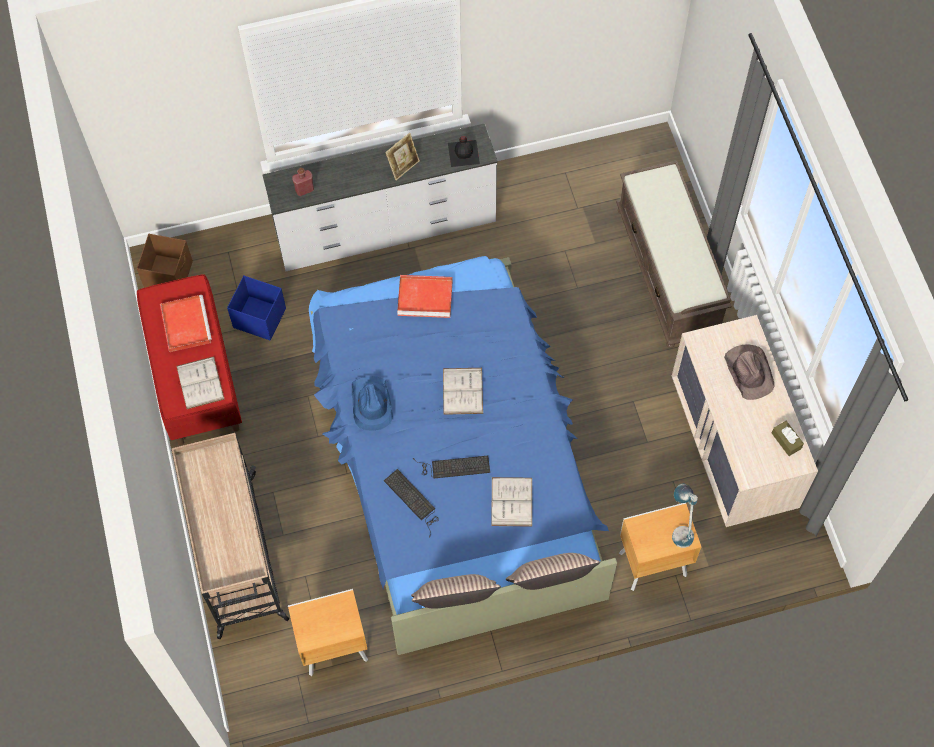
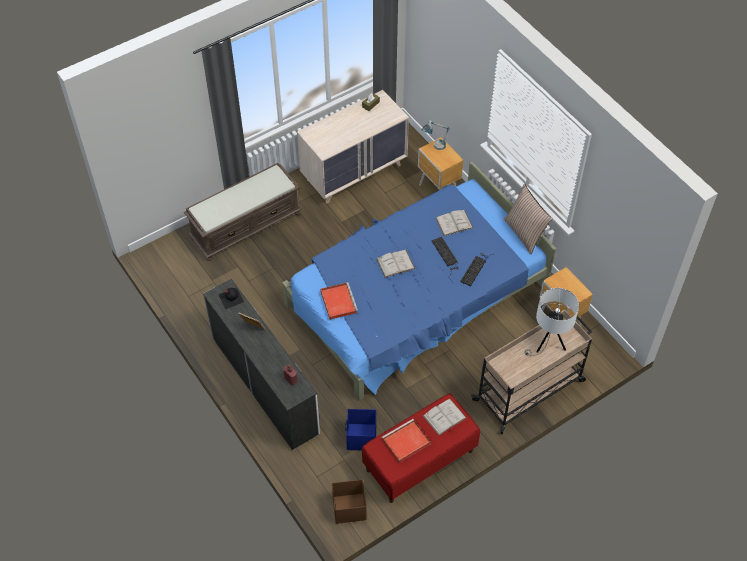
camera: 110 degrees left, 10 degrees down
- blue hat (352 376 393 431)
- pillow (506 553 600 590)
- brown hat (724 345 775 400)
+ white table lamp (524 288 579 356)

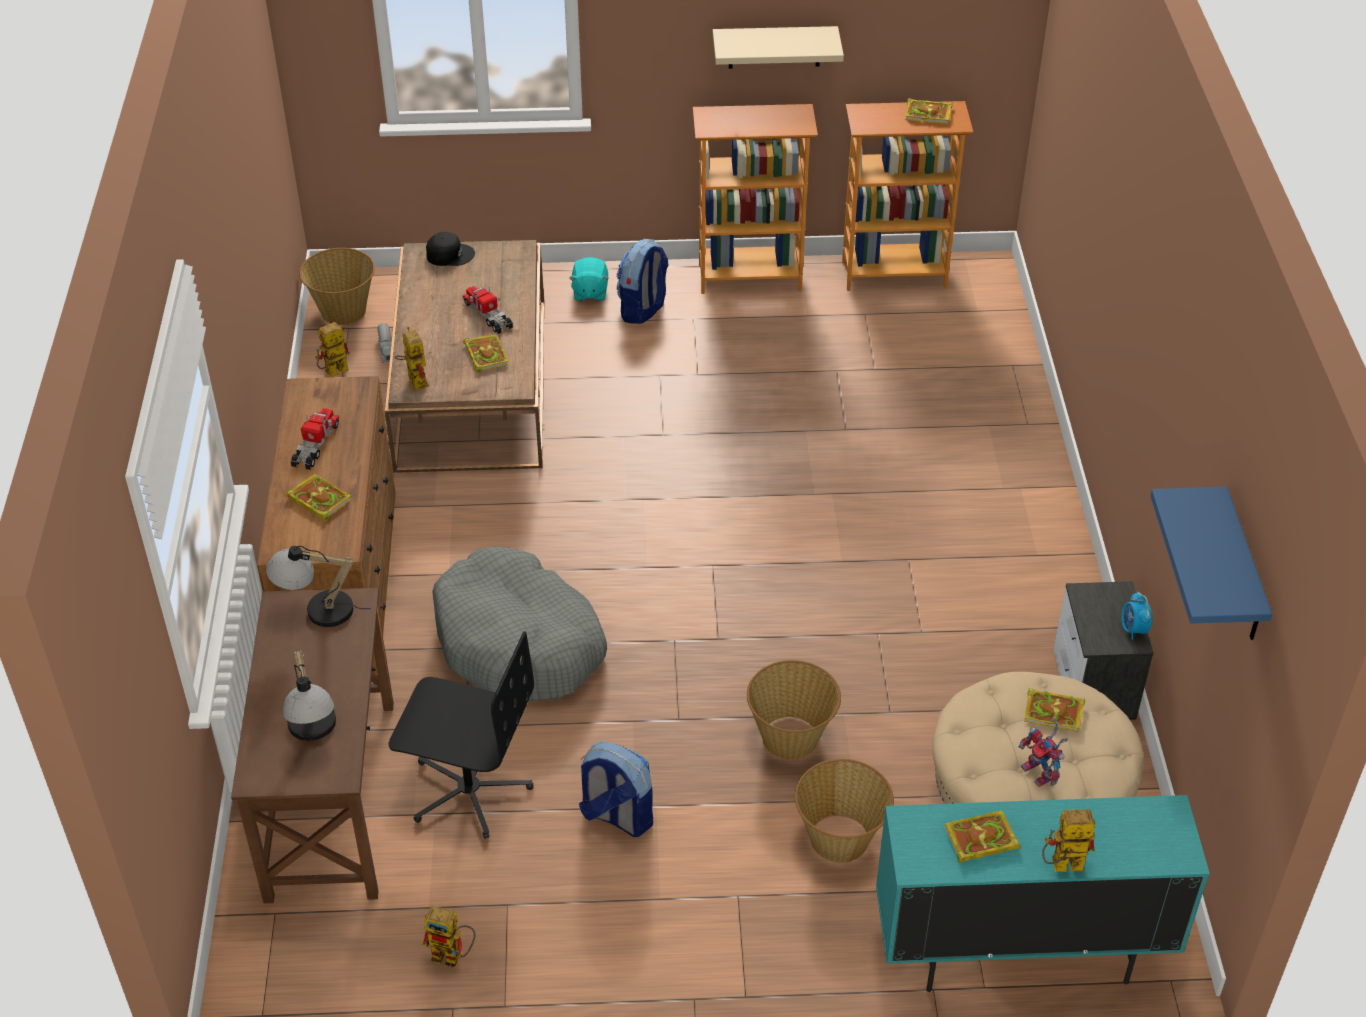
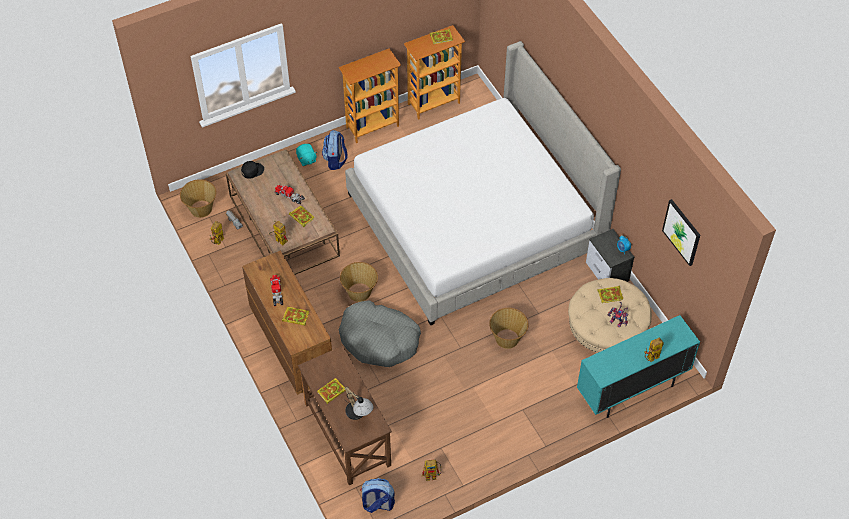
camera: 25 degrees left, 10 degrees up
- table lamp (266 546 371 627)
- black office chair (389 631 534 839)
~ backpack (579 742 653 837) to (360 478 395 513)
- beige shelf (713 26 844 69)
~ basket (795 759 894 863) to (340 262 378 302)
~ book (944 810 1020 863) to (317 378 346 404)
~ blue shelf (1150 487 1272 640) to picture (662 199 700 266)
+ bed (345 41 621 326)

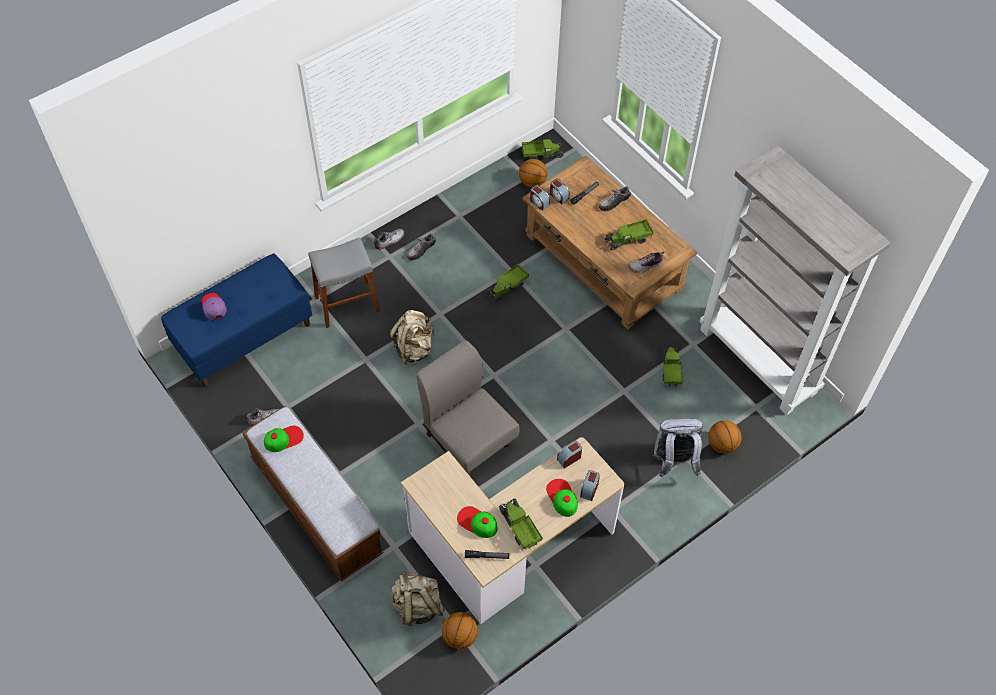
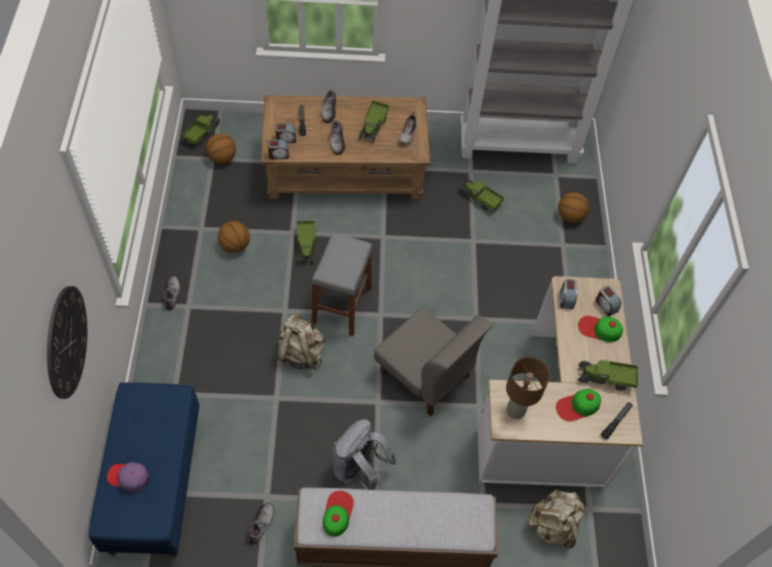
camera: 55 degrees left, 0 degrees up
~ grey stool (308 237 380 328) to (311 233 373 336)
~ shoe (407 233 436 260) to (329 120 345 155)
~ grey chair (416 340 519 476) = (374 307 492 416) 135 degrees counterclockwise
~ basketball (442 612 478 649) to (218 221 250 253)
~ grey backpack (653 419 703 477) to (333 419 396 490)
+ wall clock (47 286 87 399)
+ brown table lamp (506 357 550 419)

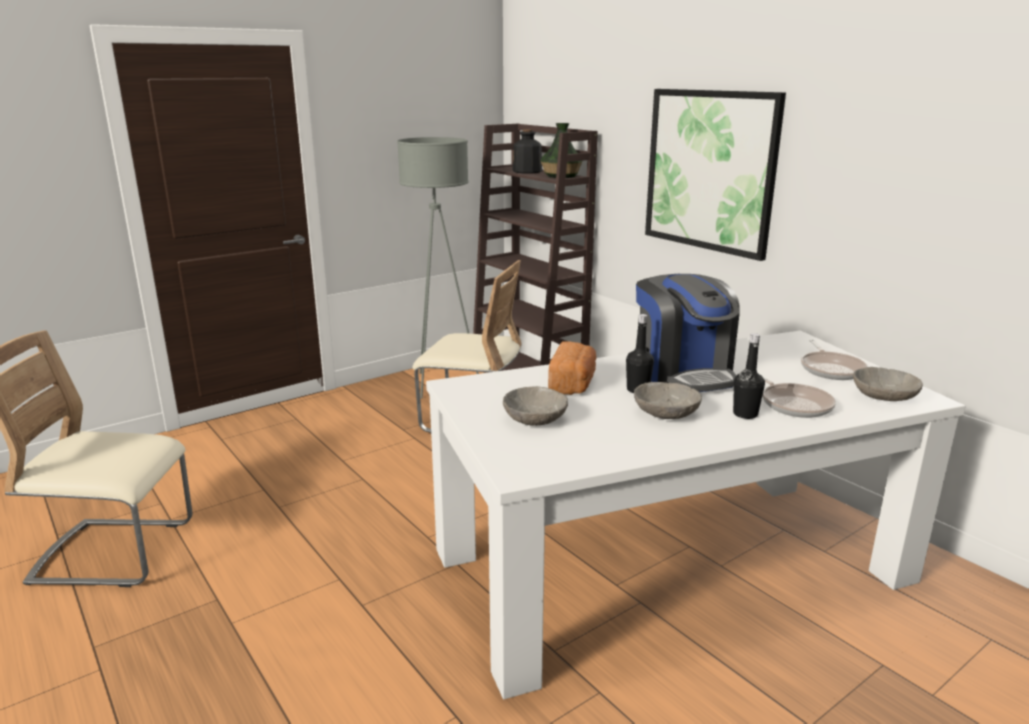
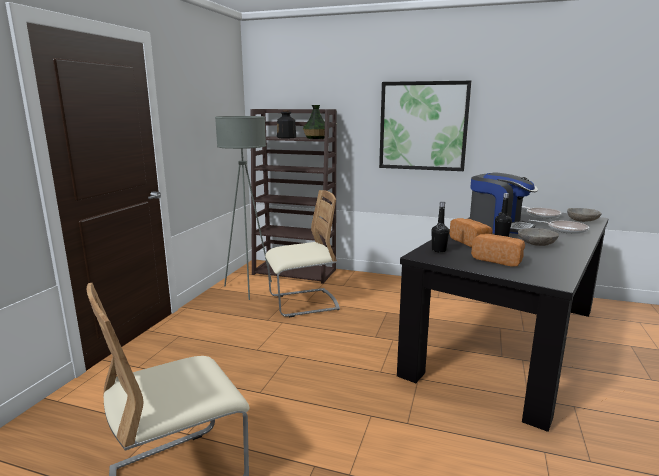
camera: 35 degrees left, 5 degrees down
~ white dining table (426 331 966 699) to black dining table (397 208 609 432)
~ grey bowl (503 386 568 426) to bread (471 234 525 267)
~ black bottle (733 333 765 419) to (432 201 449 253)

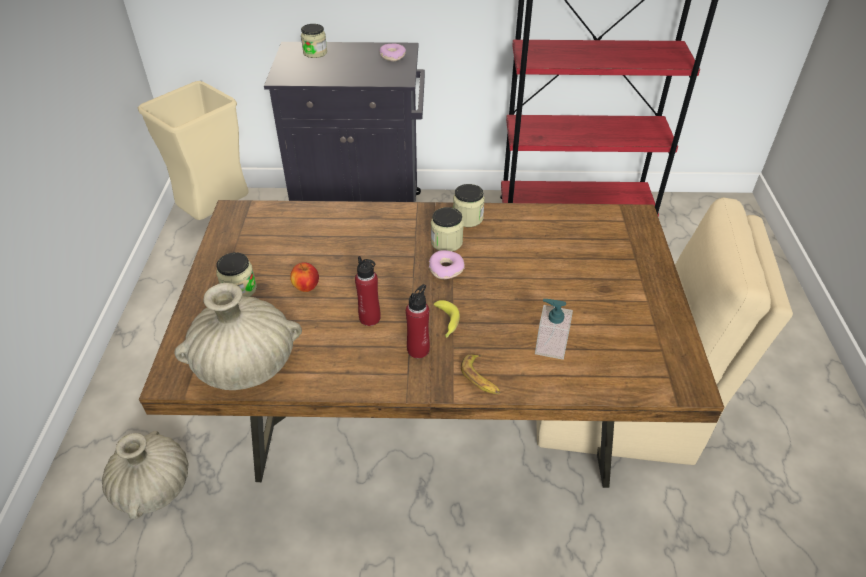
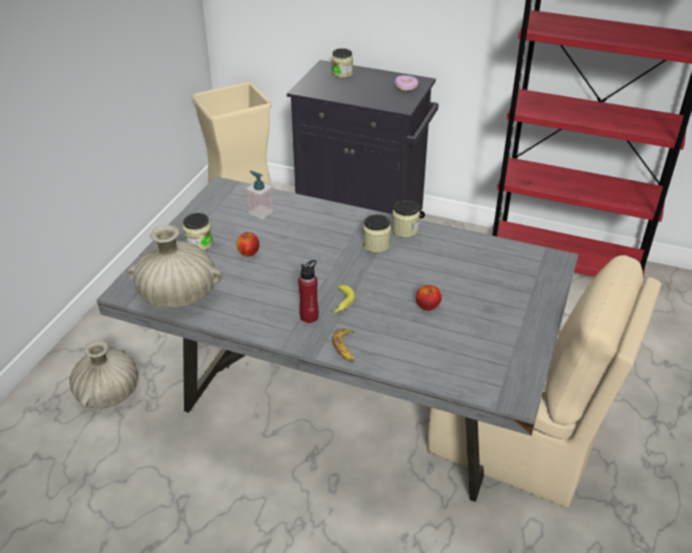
camera: 20 degrees right, 5 degrees down
~ brown dining table (139 200 725 488) to grey dining table (97 176 578 502)
- red bottle (355 256 381 326)
- donut (429 250 465 279)
~ soap dispenser (535 299 573 360) to (245 171 275 220)
+ apple (416 285 442 311)

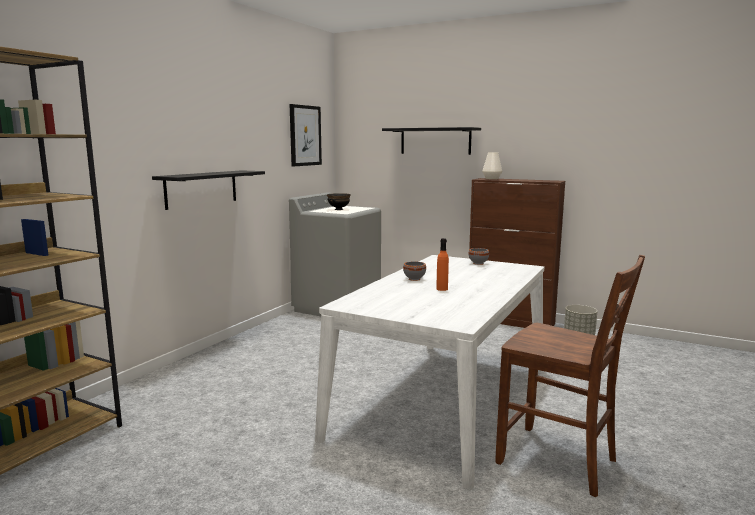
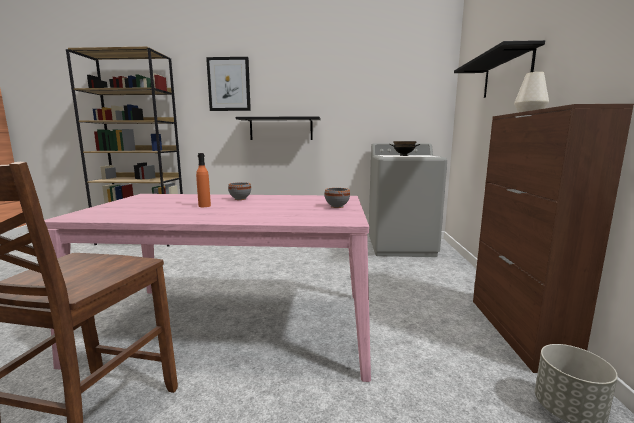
camera: 65 degrees right, 0 degrees up
~ picture (290 104 322 166) to (206 57 251 111)
~ white dining table (315 255 544 490) to pink dining table (44 194 371 382)

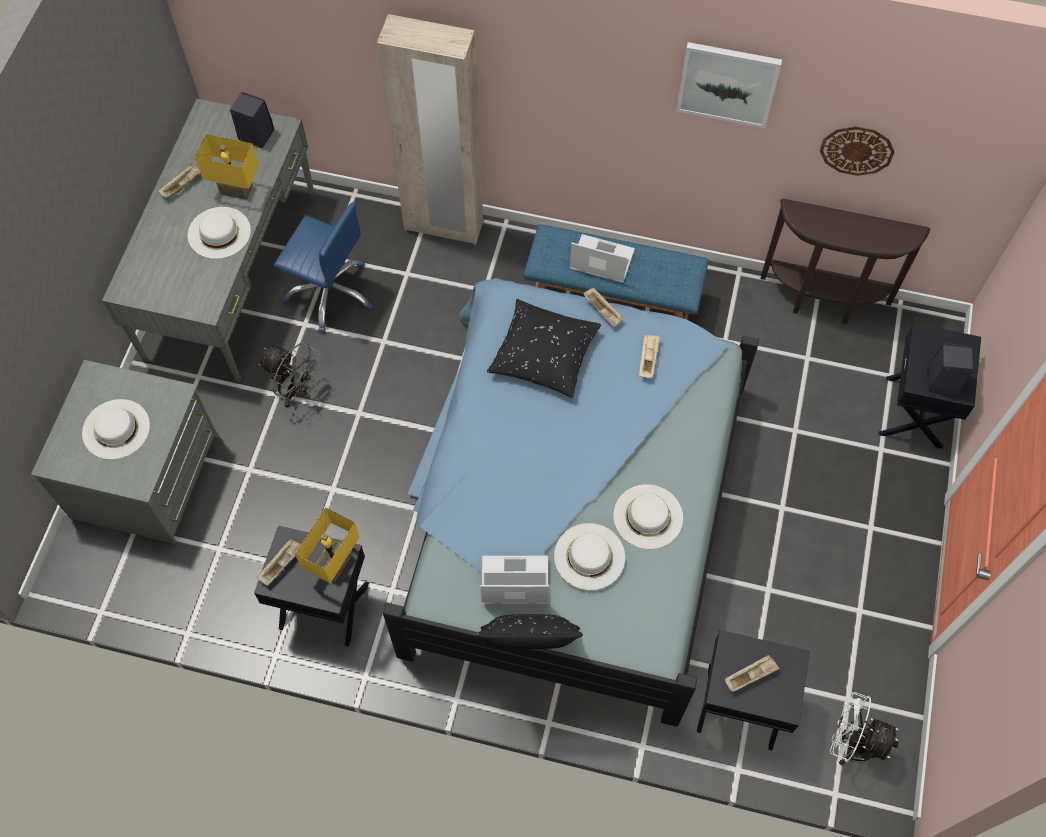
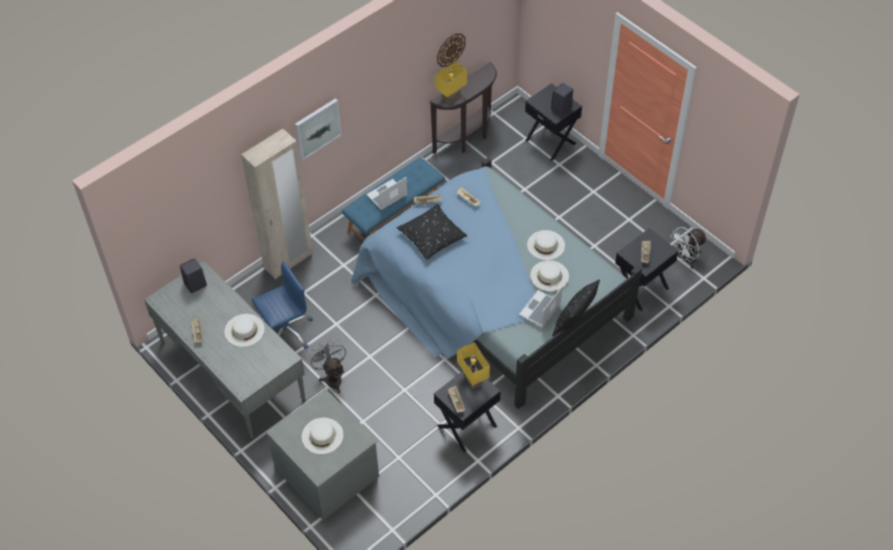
camera: 55 degrees left, 10 degrees down
~ yellow table lamp (195 134 259 200) to (435 61 467 104)
~ grey fan (258 342 320 408) = (308 339 346 393) 90 degrees counterclockwise
~ picture (676 42 782 128) to (295 98 342 161)

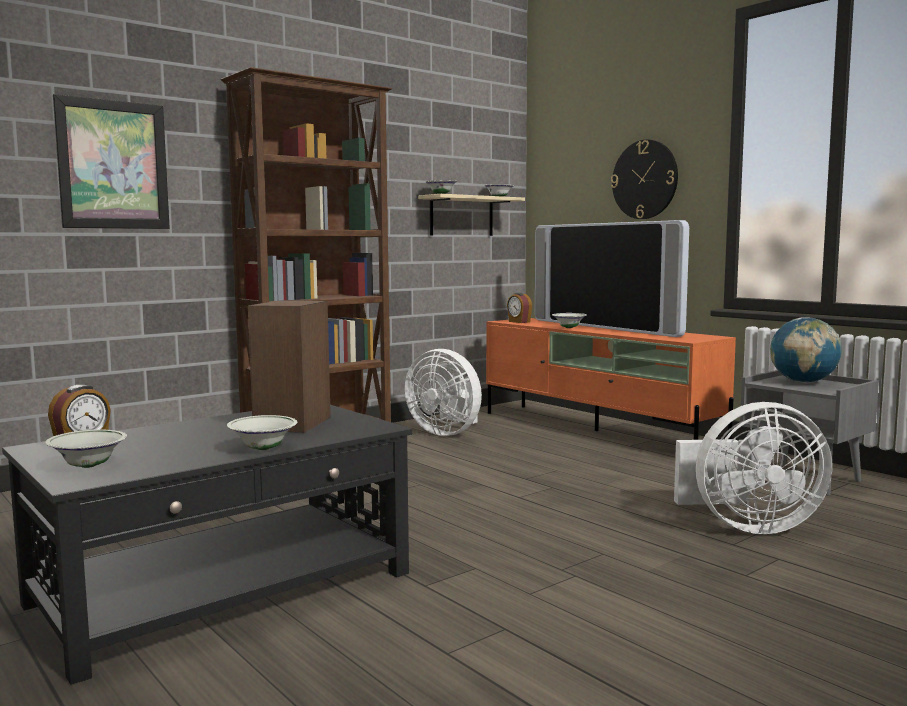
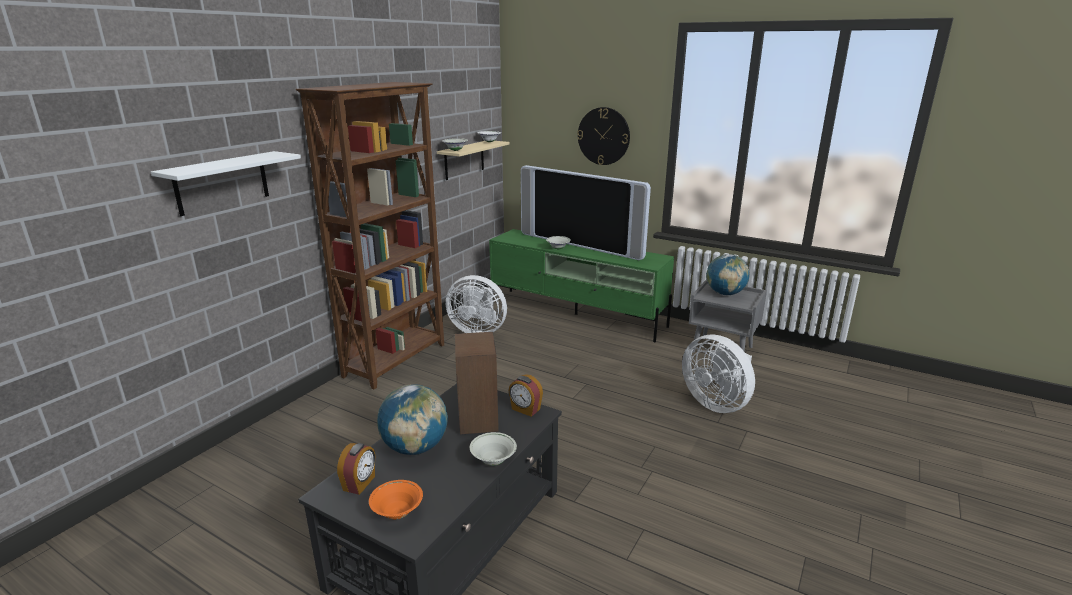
camera: 20 degrees left, 15 degrees up
~ white bowl (45 430 127 468) to orange bowl (369 480 423 520)
~ picture (53 94 170 229) to white shelf (151 151 301 216)
~ orange tv stand (486 318 736 440) to green tv stand (489 229 674 342)
~ alarm clock (507 293 532 323) to (509 374 543 417)
~ white fan (674 402 832 534) = (682 334 755 413) 75 degrees clockwise
+ globe (377 384 448 455)

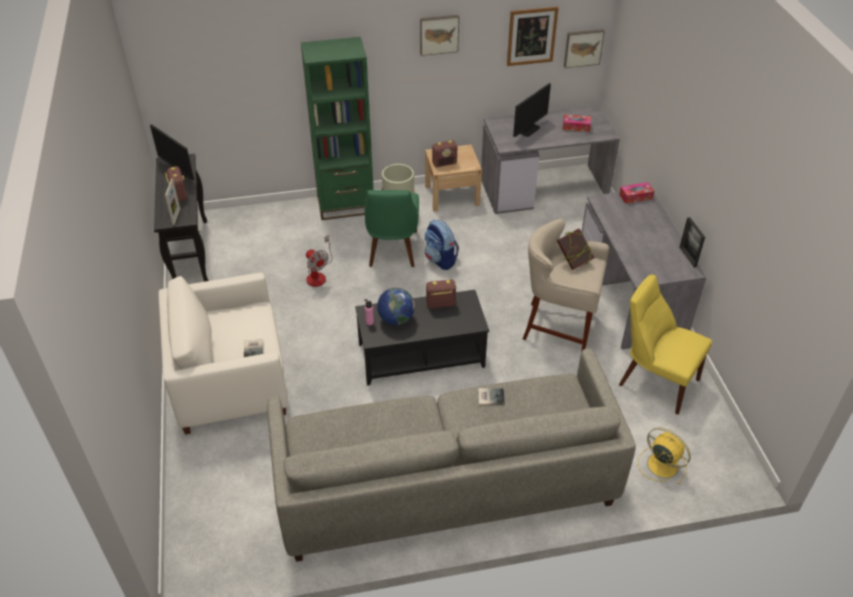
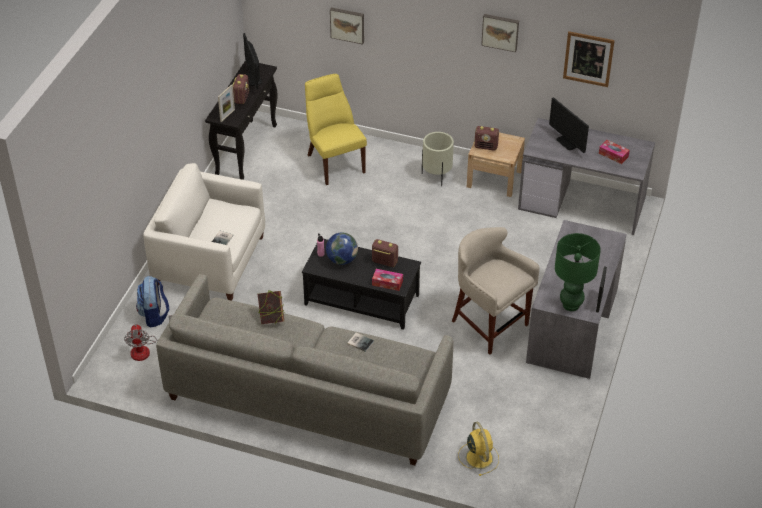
camera: 30 degrees right, 0 degrees up
- green bookcase (301 37 374 220)
~ fan (306 235 333 287) to (124 315 172 361)
- green chair (365 190 419 267)
~ backpack (425 219 459 270) to (136 276 170 327)
~ monitor (513 83 551 137) = (549 97 589 153) 75 degrees clockwise
~ book (557 228 595 270) to (258 290 284 324)
~ picture (564 29 605 68) to (330 7 364 45)
~ tissue box (619 182 654 204) to (372 269 403 291)
~ yellow chair (619 274 712 415) to (305 74 367 185)
+ green table lamp (555 233 601 311)

